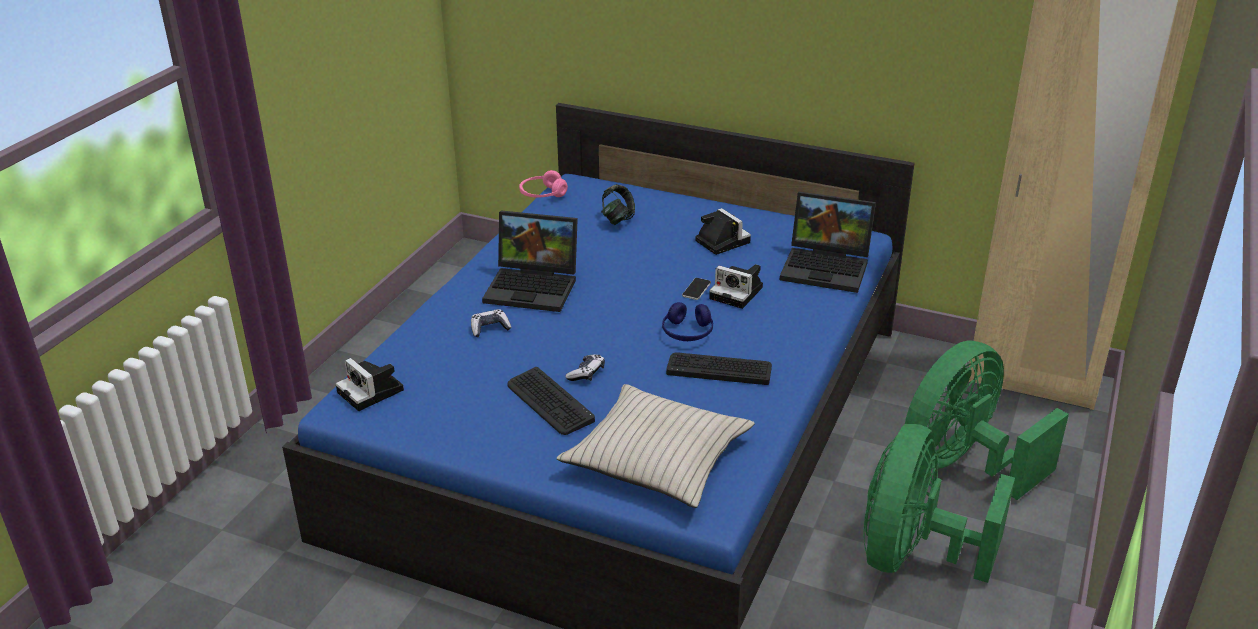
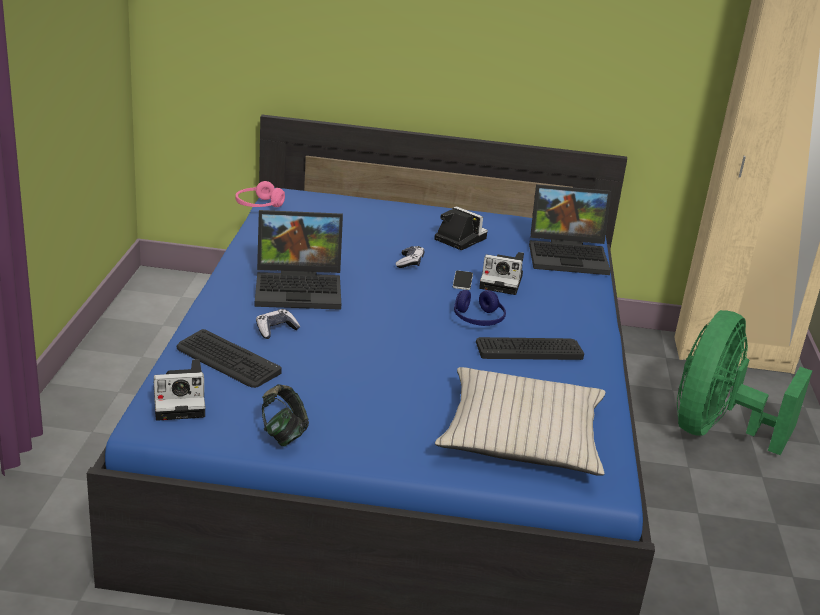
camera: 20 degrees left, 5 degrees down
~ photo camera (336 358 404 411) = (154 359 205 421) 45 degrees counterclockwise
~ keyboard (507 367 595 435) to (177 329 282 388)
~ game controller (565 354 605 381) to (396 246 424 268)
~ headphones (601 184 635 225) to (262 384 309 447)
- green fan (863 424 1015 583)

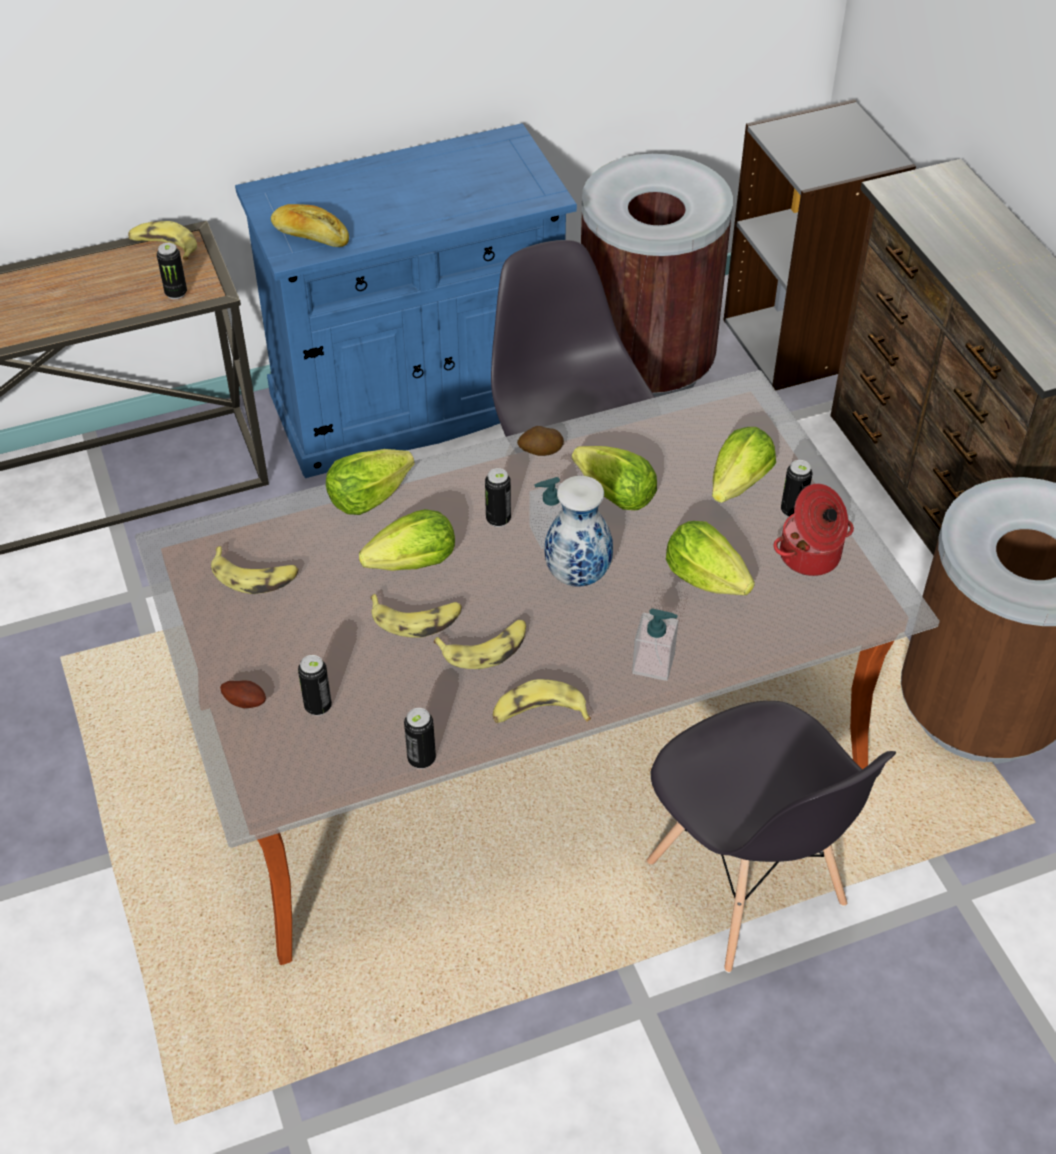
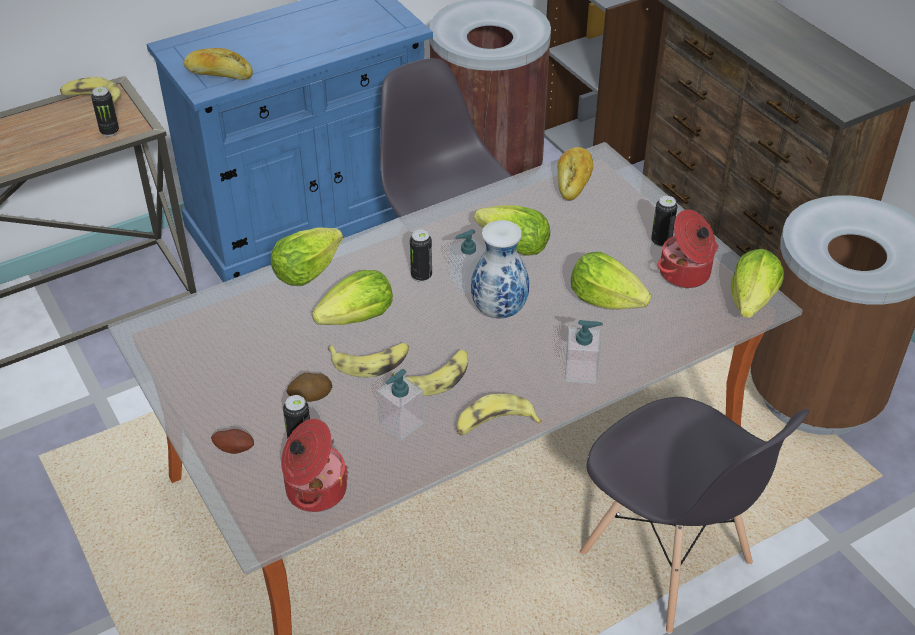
camera: 10 degrees left, 5 degrees down
- banana (211 546 298 594)
- can (404 708 436 769)
~ potato (517 426 564 456) to (286 373 332 402)
~ lettuce (712 427 776 503) to (731 249 784 318)
+ cooking pot (281 419 349 512)
+ soap dispenser (377 369 424 440)
+ bread (557 147 593 201)

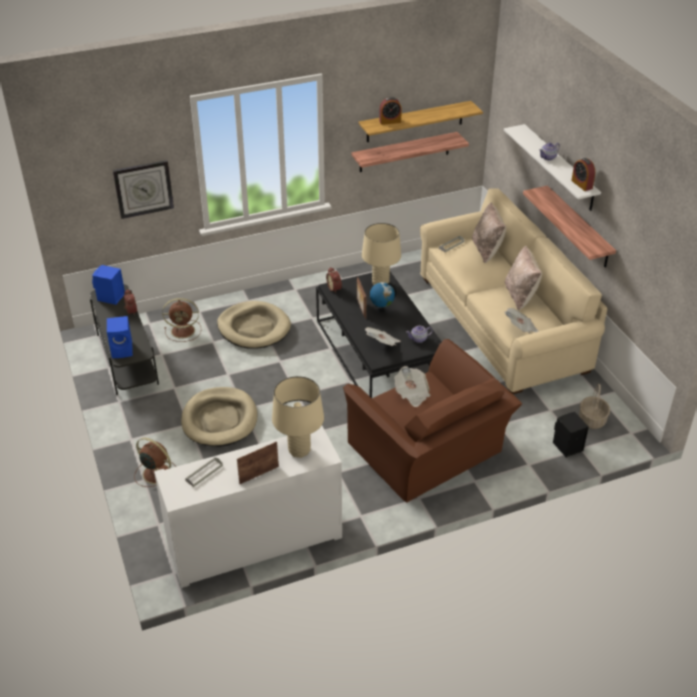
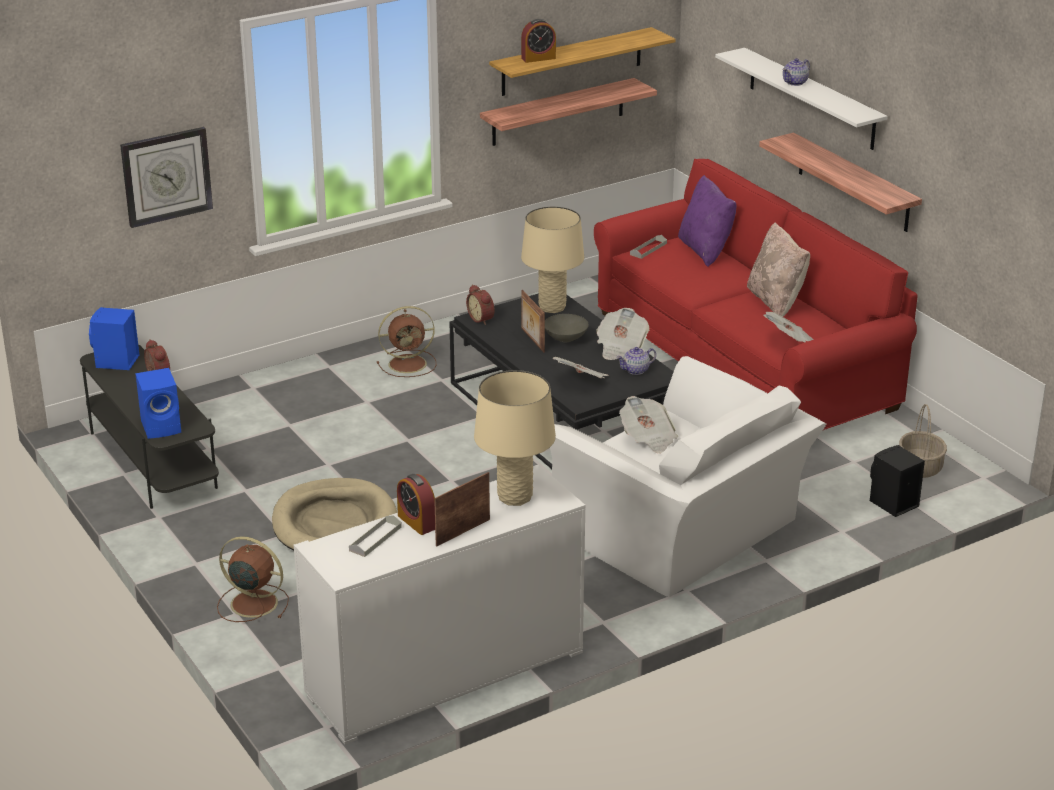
camera: 10 degrees left, 10 degrees down
~ brown fan (162 298 201 342) to (377 306 437 377)
- beige dog bed (217 301 291 349)
~ brown armchair (343 339 522 503) to white armchair (550 356 826 597)
~ globe (370 282 396 312) to grey bowl (545 314 589 342)
~ beige sofa (420 188 607 394) to red sofa (594 159 918 430)
~ beige pillow (472 202 506 263) to purple pillow (678 175 736 267)
~ alarm clock (571 158 595 191) to (397 474 435 535)
+ newspaper (596 308 650 360)

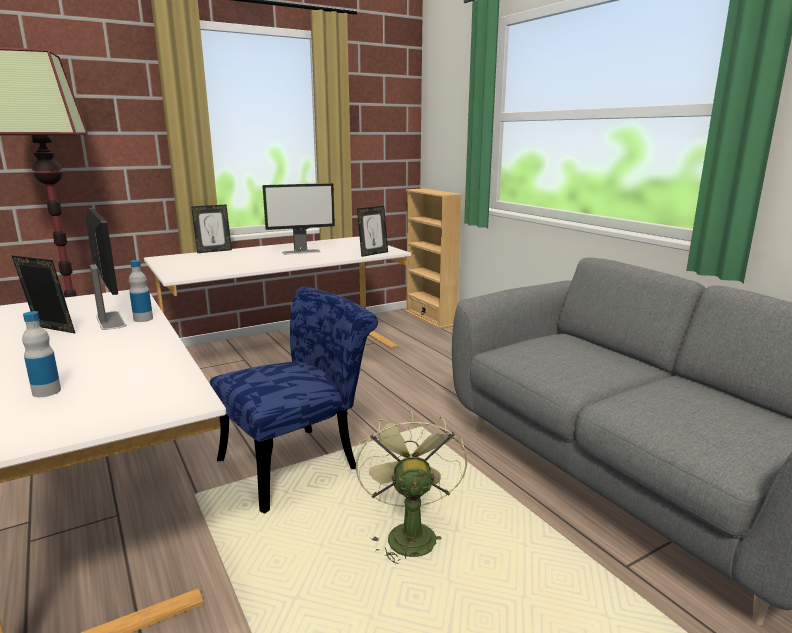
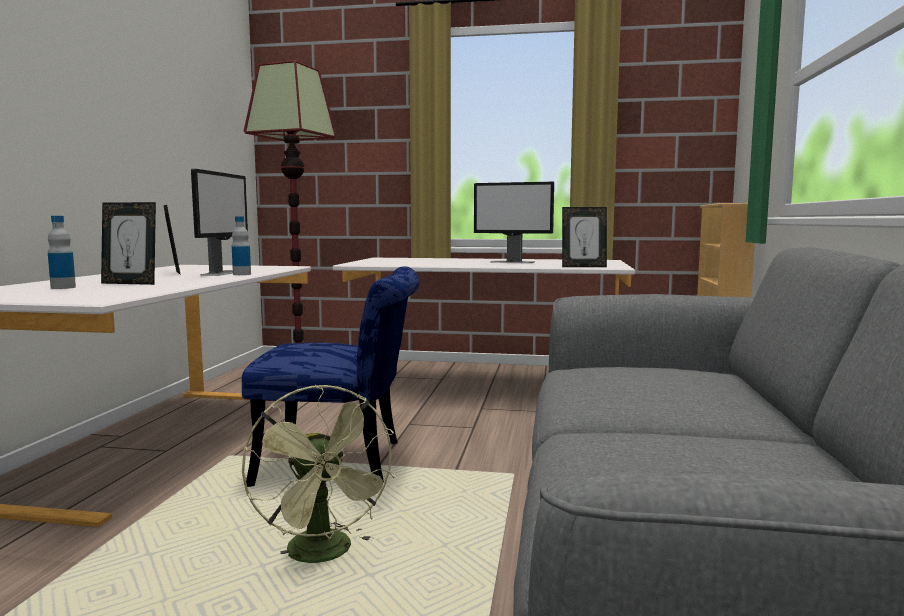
camera: 40 degrees right, 10 degrees down
~ picture frame (191 204 232 253) to (101 202 156 285)
~ green fan (356 410 467 564) = (242 385 396 563) 120 degrees clockwise

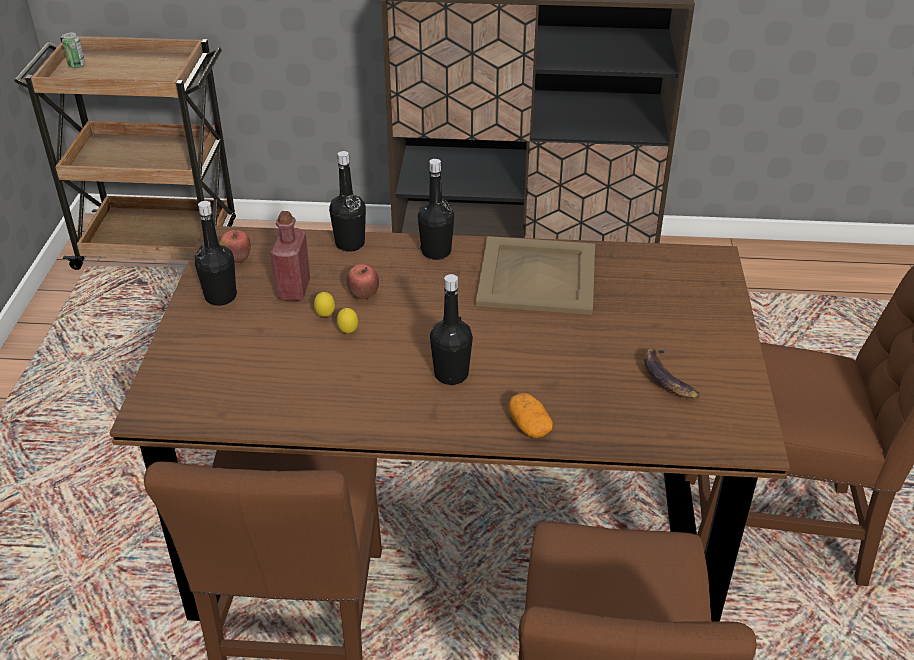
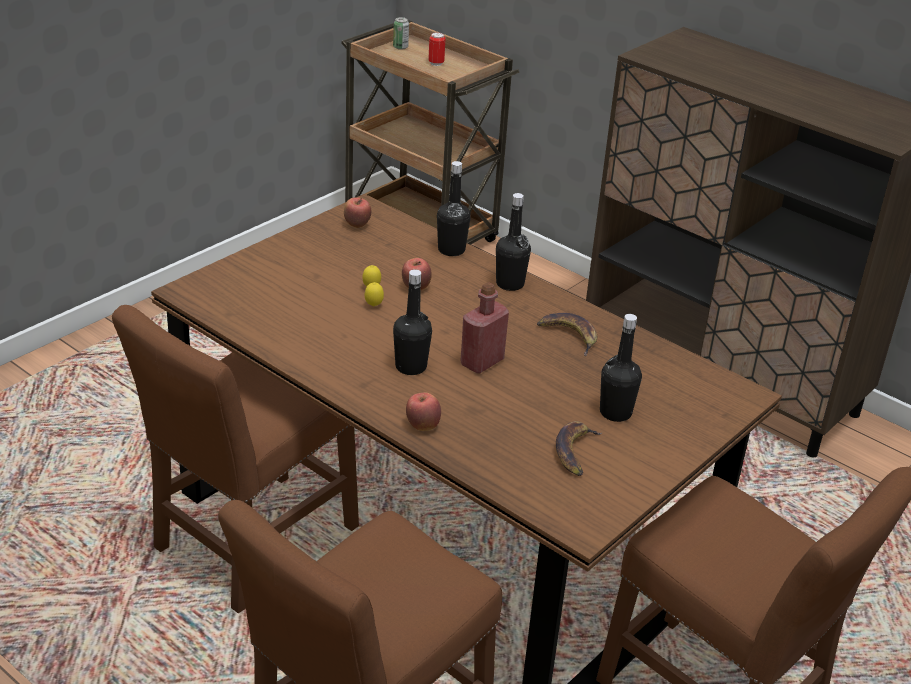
camera: 35 degrees right, 5 degrees down
~ black bottle (195 201 237 306) to (600 314 642 422)
~ red bottle (270 211 310 301) to (460 282 509 374)
~ beige tray (476 236 595 315) to banana (537 313 597 356)
~ potato (508 393 553 438) to apple (406 392 441 431)
+ can (428 32 445 66)

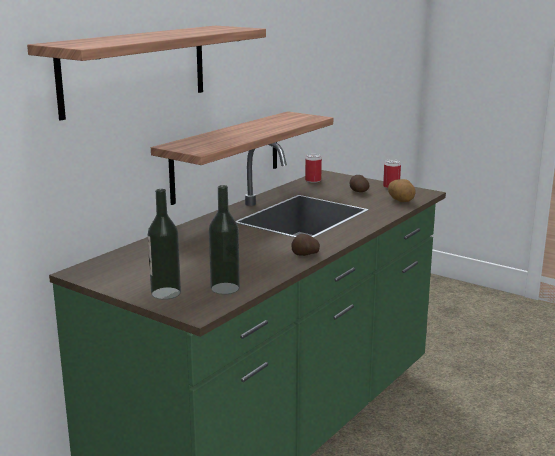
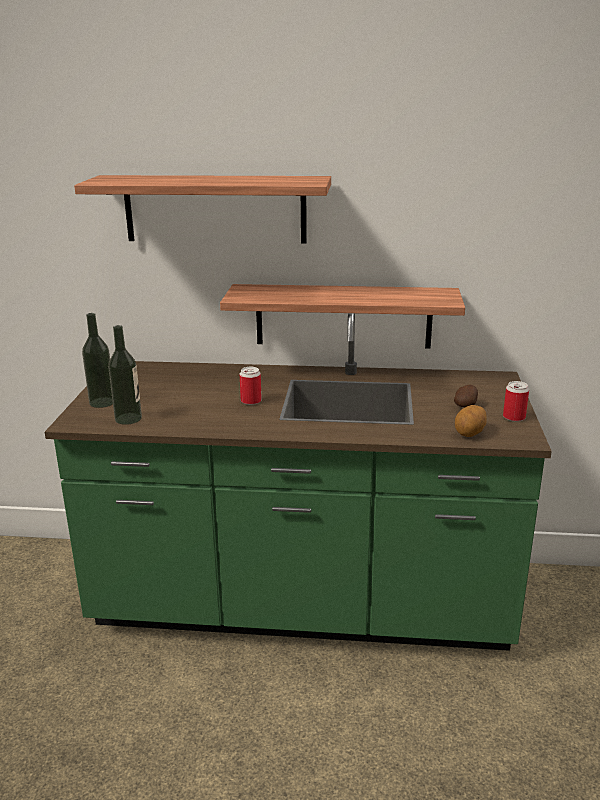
camera: 60 degrees right, 5 degrees up
- potato (291 234 320 256)
~ can (305 154 322 183) to (240 367 262 405)

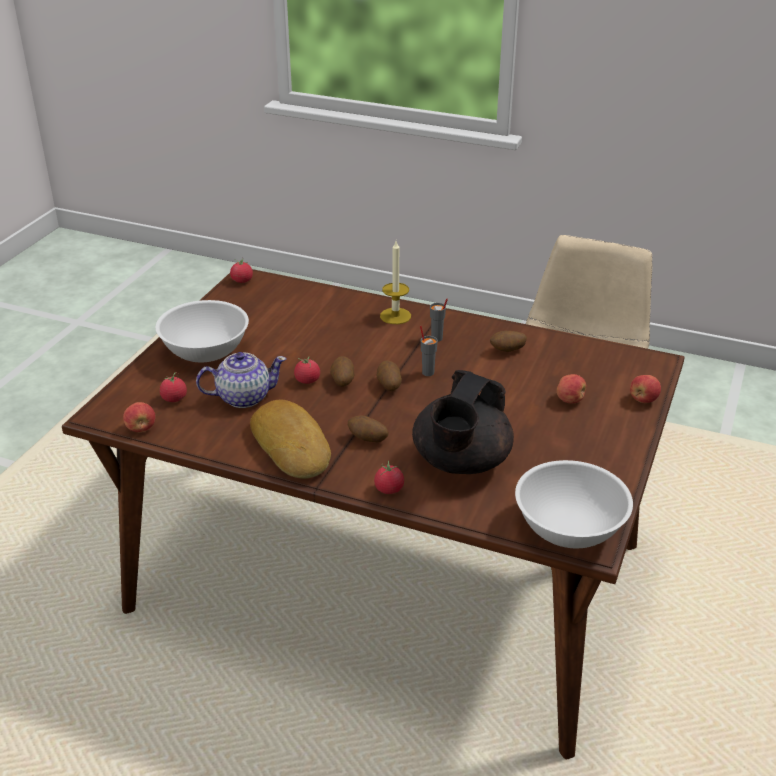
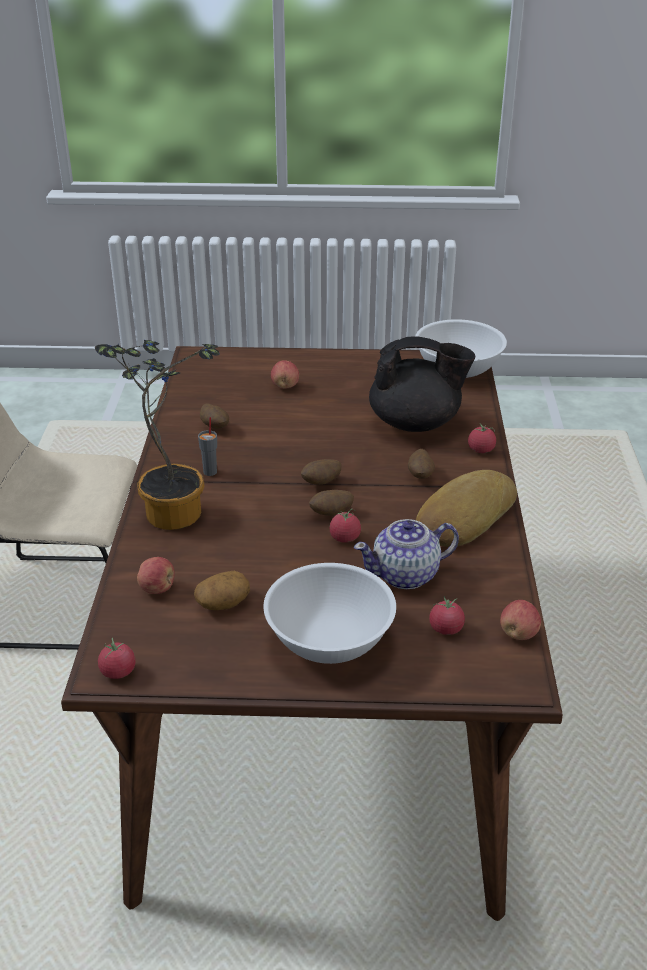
camera: 110 degrees left, 0 degrees up
~ teapot (196 352 286 408) = (354 519 459 589) 75 degrees counterclockwise
~ candle (380 241 411 324) to potted plant (95 339 220 530)
- grey cup (420 326 438 376)
~ apple (630 375 661 403) to (137 557 175 594)
+ potato (194 571 250 610)

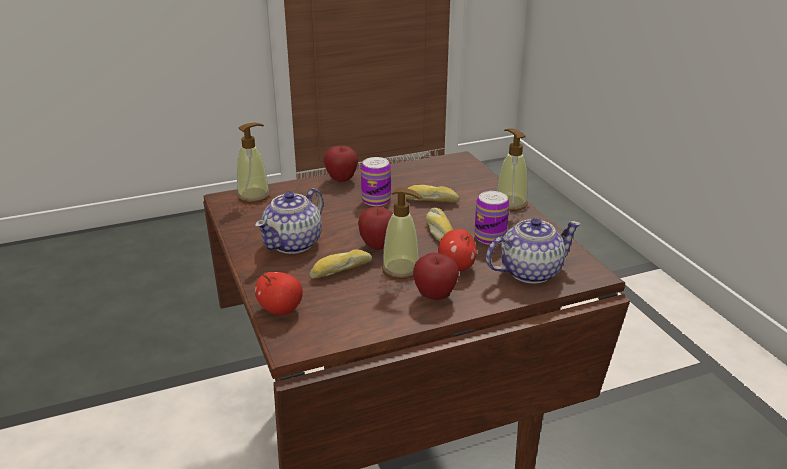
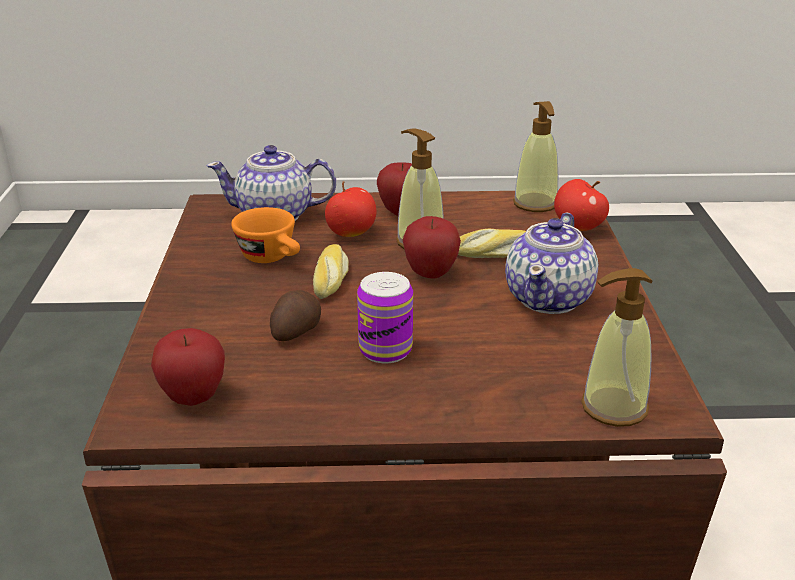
camera: 160 degrees left, 0 degrees up
~ teapot (255 188 323 254) = (505 212 598 314) 150 degrees clockwise
~ apple (323 146 358 182) to (151 328 225 406)
~ bread (405 185 459 202) to potato (270 290 321 341)
~ can (474 191 509 245) to orange cup (231 207 300 263)
~ soap dispenser (497 128 528 211) to (513 101 558 212)

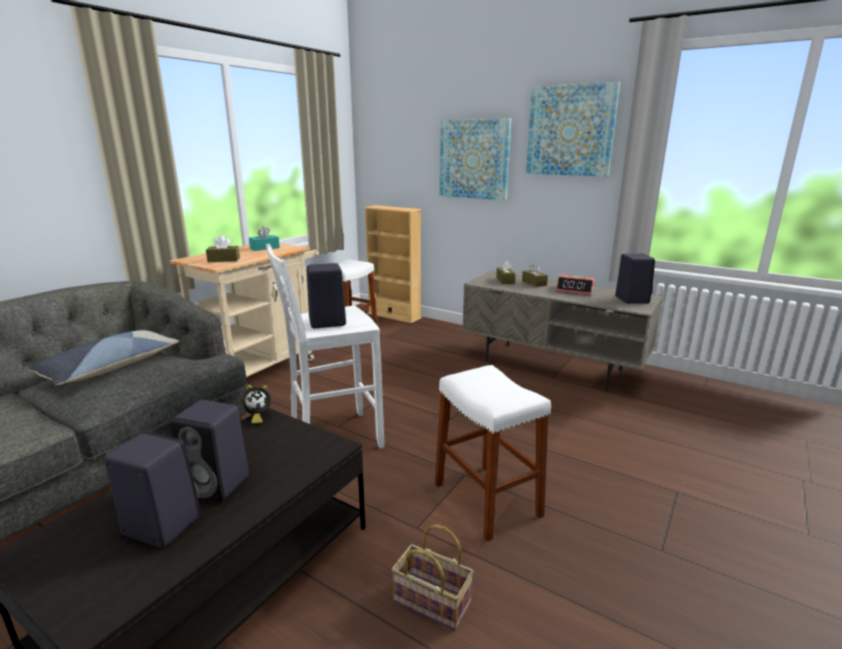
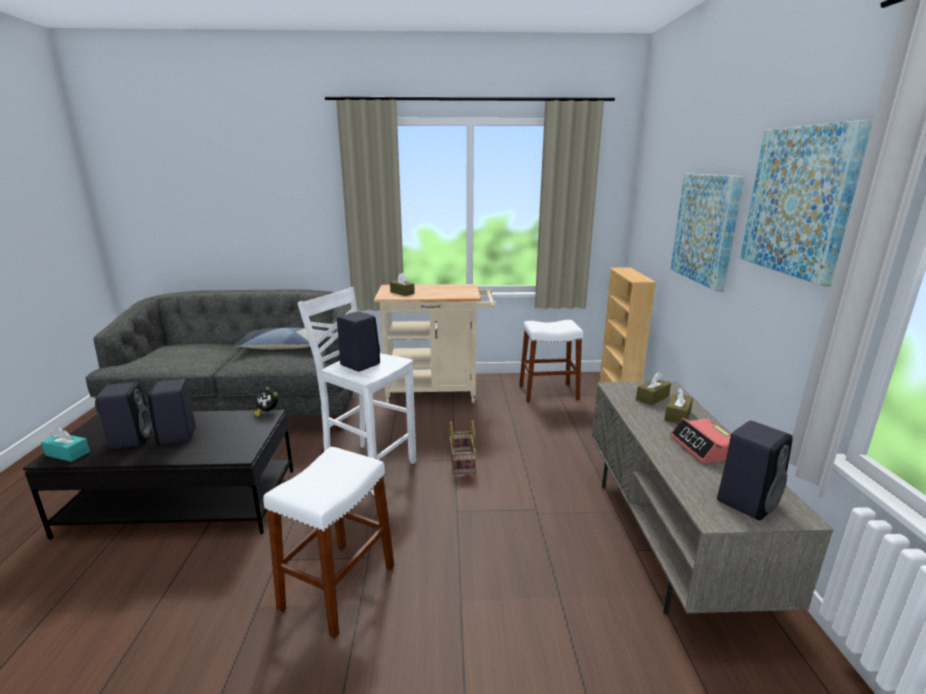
camera: 55 degrees right, 0 degrees up
~ turquoise tissue box (249 226 280 251) to (41 427 90 462)
~ basket (391 525 474 630) to (449 420 476 474)

